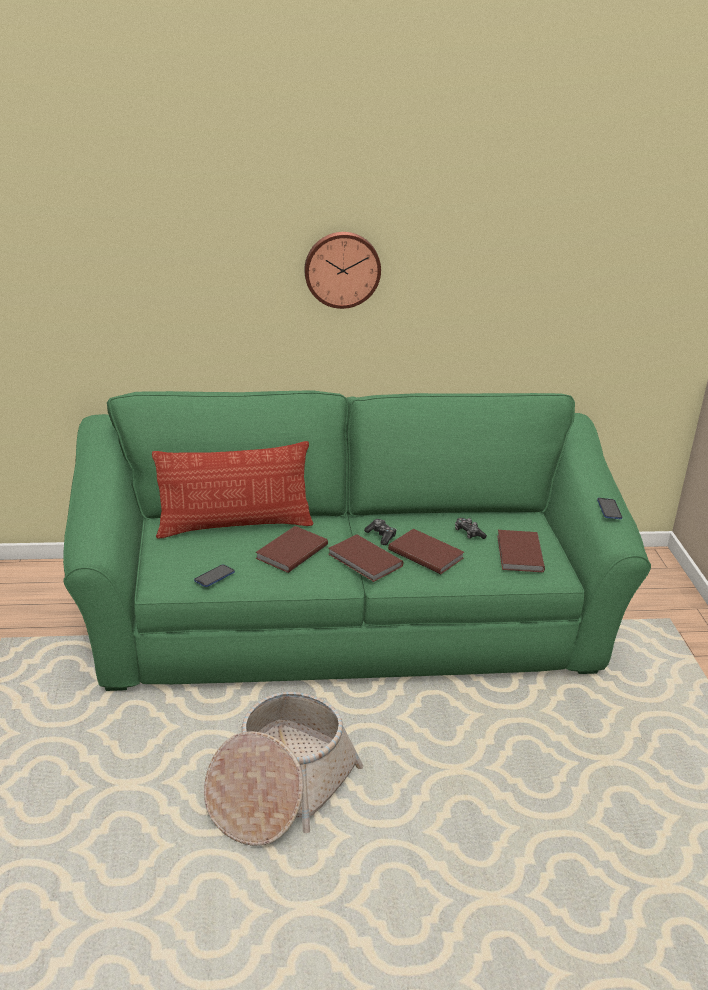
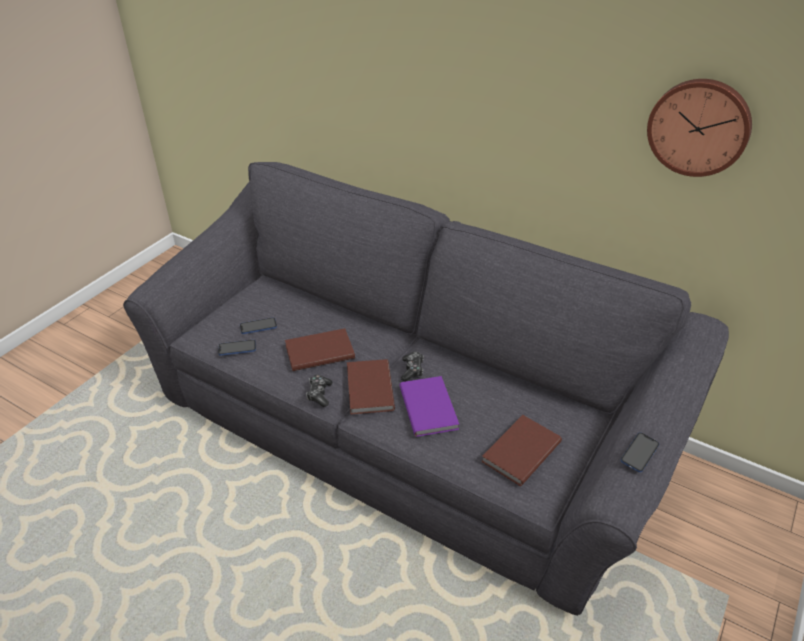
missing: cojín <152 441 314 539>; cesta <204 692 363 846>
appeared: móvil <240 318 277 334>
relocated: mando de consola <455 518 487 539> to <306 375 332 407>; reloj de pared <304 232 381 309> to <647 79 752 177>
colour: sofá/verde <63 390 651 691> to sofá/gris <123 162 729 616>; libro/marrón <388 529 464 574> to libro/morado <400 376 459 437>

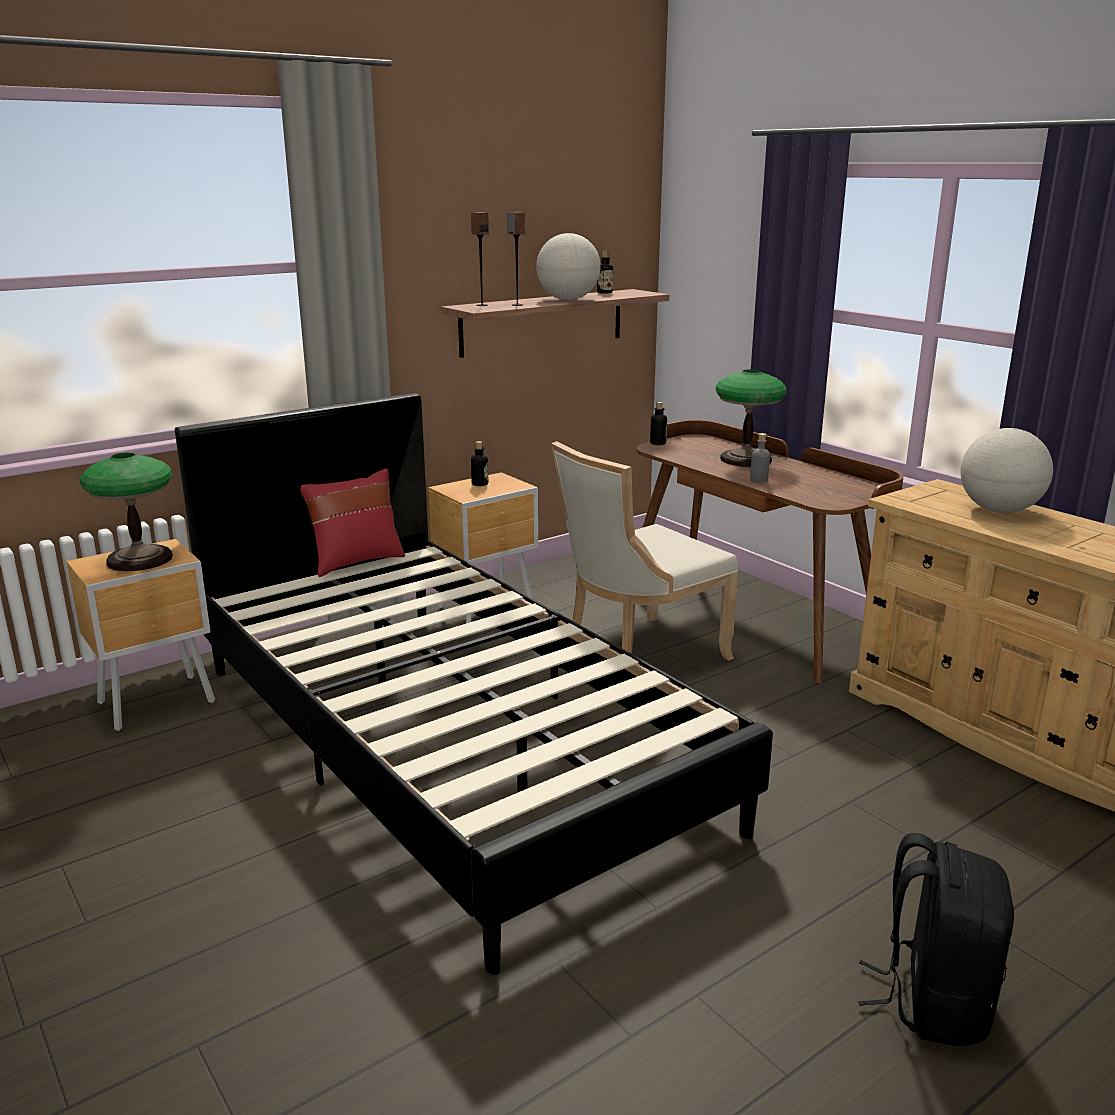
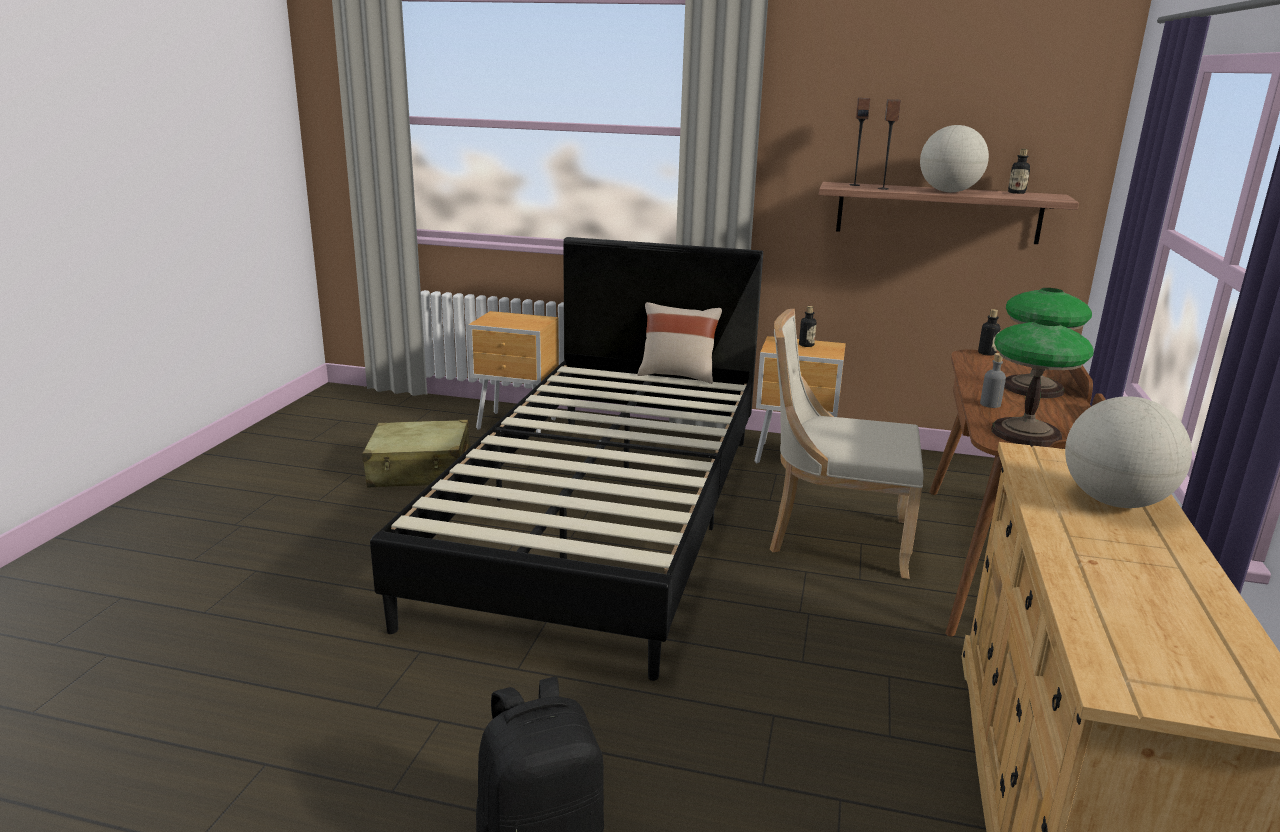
appeared: maleta/beis <362 420 470 488>
relocated: lámpara de mesa <80 453 173 571> to <991 320 1094 447>
colour: cojín/rojo <300 469 405 577> to cojín/beis <637 302 722 384>

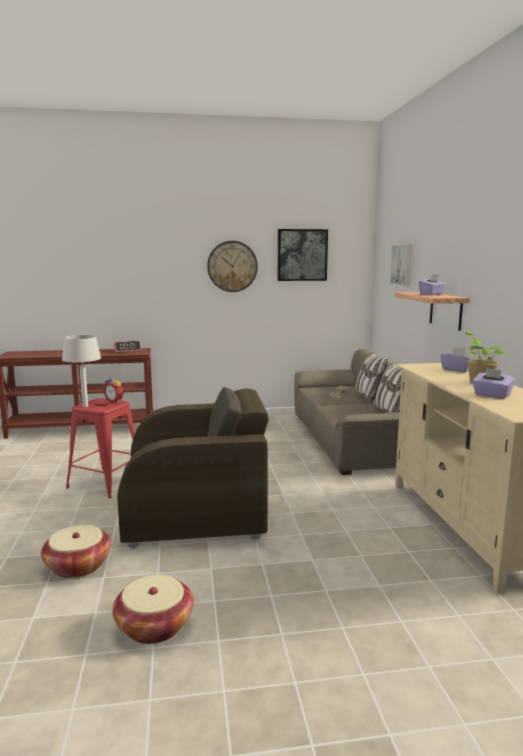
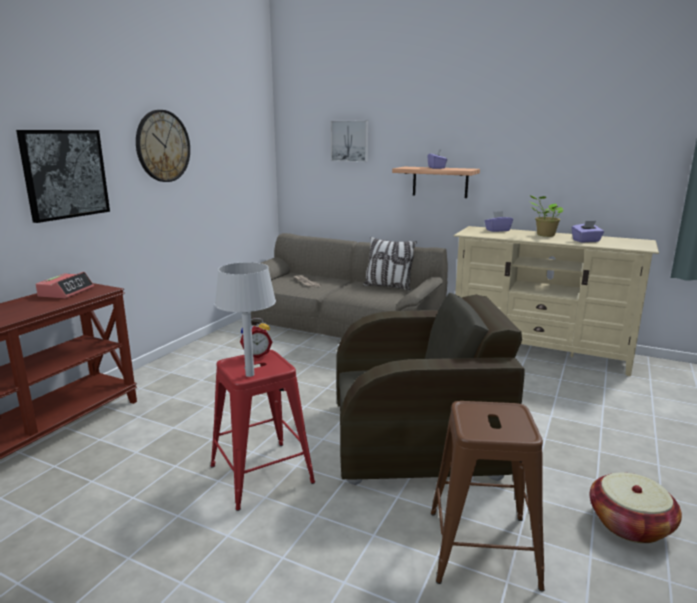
missing: cojín <355 351 388 403>
relocated: cuadro <278 229 328 281> to <16 130 110 223>
exchanged: cesta <41 525 111 578> to taburete/marrón <431 401 545 592>
spun: sillón/marrón <117 387 269 548> = <336 293 525 485> 60 degrees clockwise

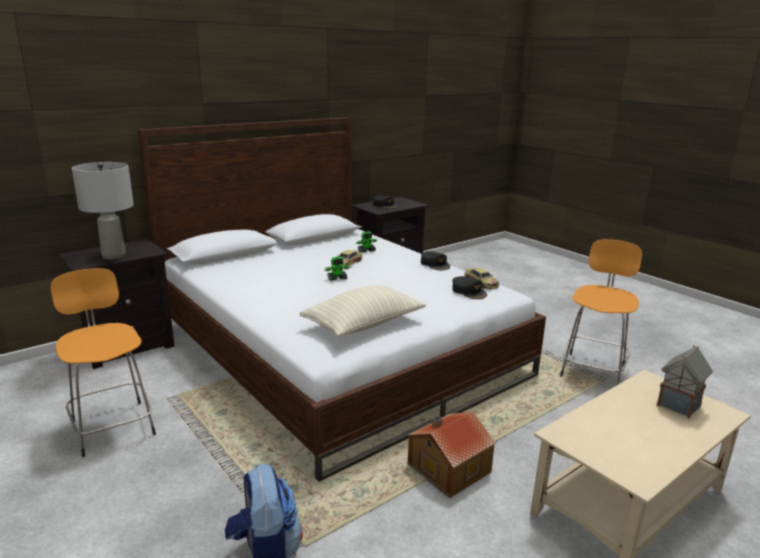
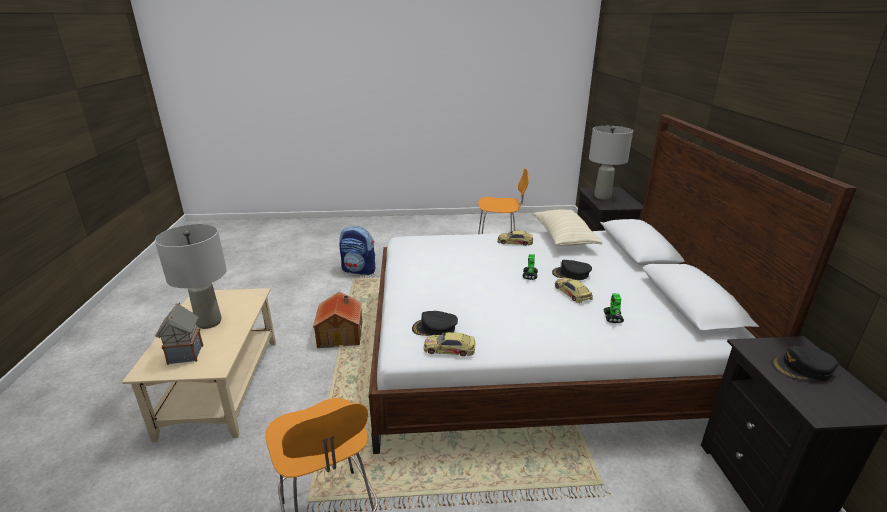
appeared: lámpara de mesa/gris <155 224 227 329>; coche de juguete <497 231 533 246>
relocated: cojín/beis <300 285 426 337> to <533 210 602 246>; gorra/negro <421 251 450 270> to <552 260 592 280>

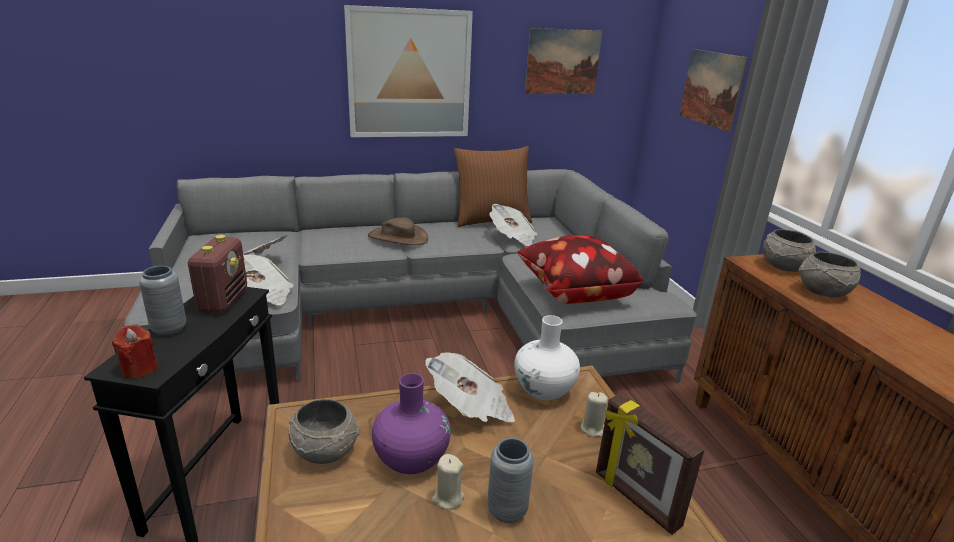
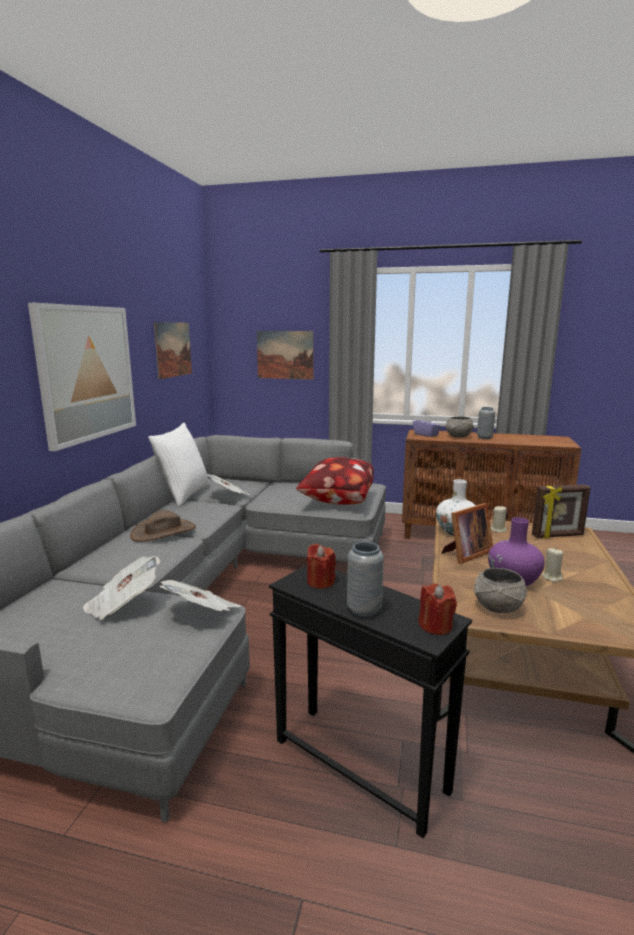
relocated: florero/gris <487 438 534 523> to <477 407 495 439>
exchanged: radio <187 235 247 314> to vela/rojo <307 544 336 589>; cuenco/gris <763 229 816 272> to caja de pañuelos/morado <413 415 441 437>; periódico <425 353 515 422> to portarretratos <441 503 493 564>
colour: cojín/marrón <454 146 532 227> to cojín/blanco <148 423 211 507>

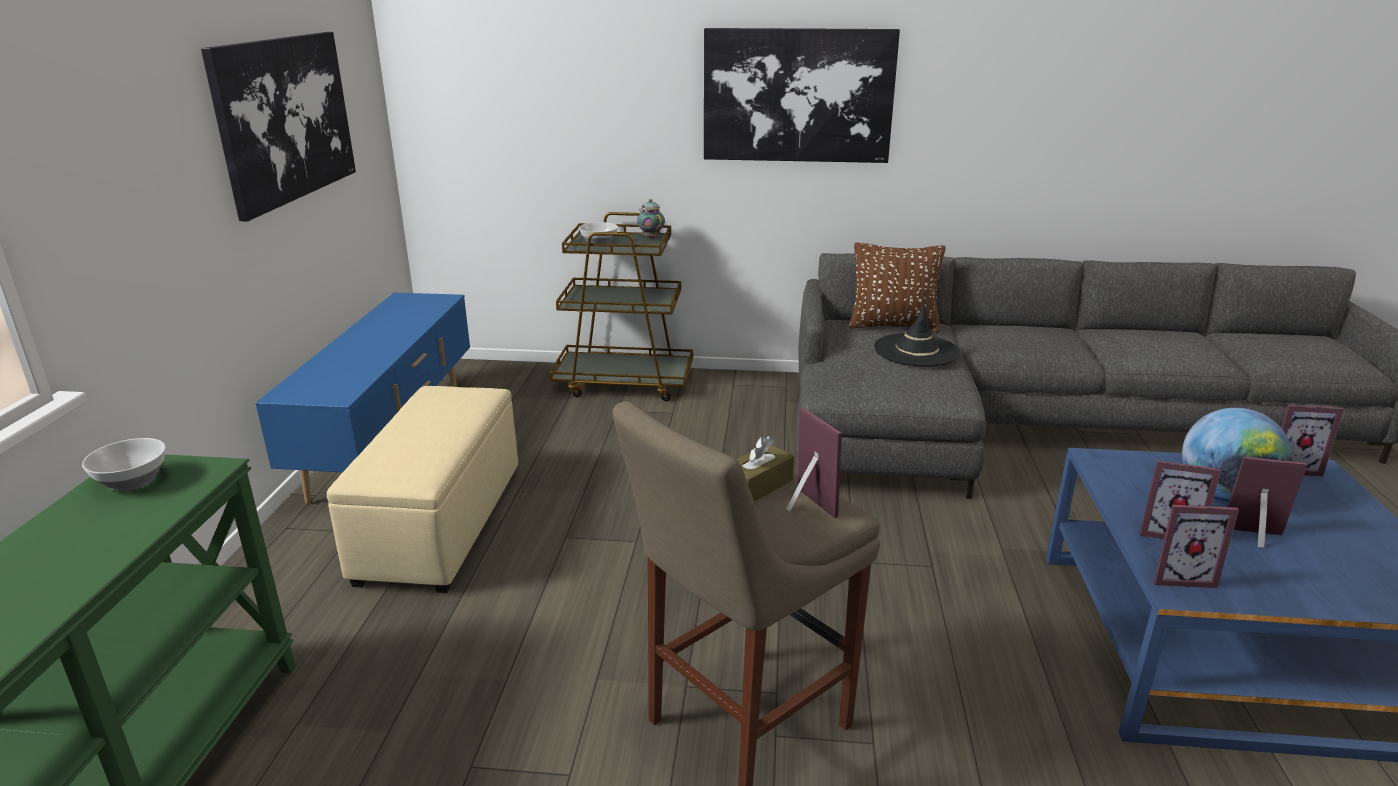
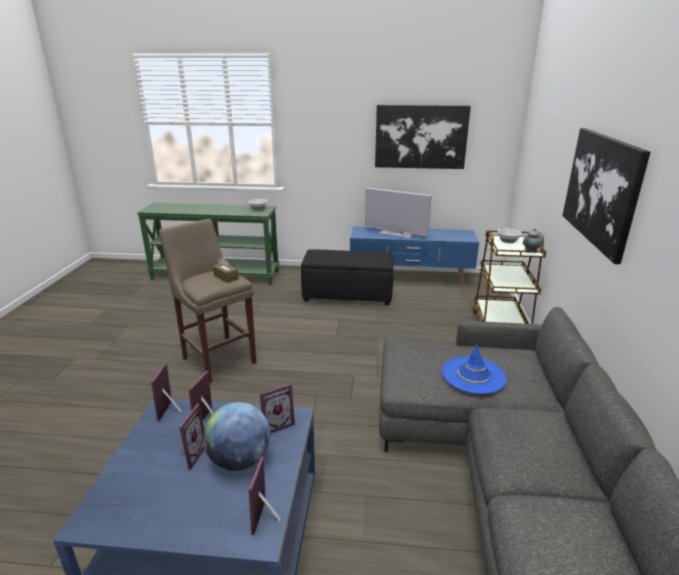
missing: cojín/marrón <849 242 945 333>
appeared: televisor <365 187 432 238>
relocated: portarretratos <786 407 842 518> to <260 384 295 434>
colour: puf/beis <327 386 518 593> to puf/negro <301 249 393 305>; sombrero/negro <874 304 960 367> to sombrero/azul <442 344 507 394>

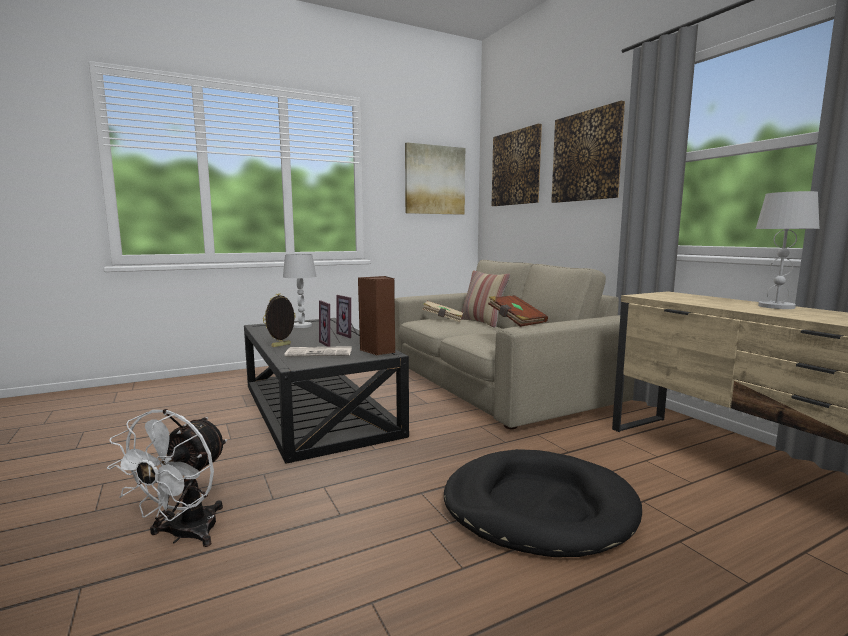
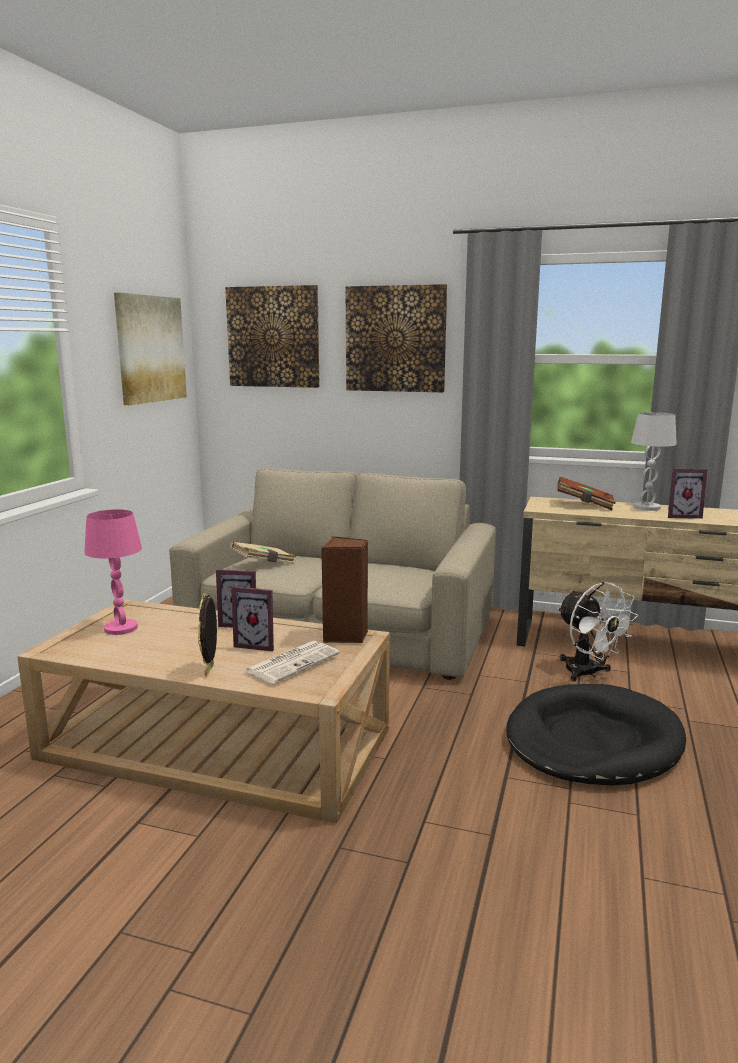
missing: cojín <461 270 510 328>
appeared: portarretratos <668 468 708 519>
relocated: ventilador/blanco <107 409 227 547> to <557 582 638 682>; libro/marrón <488 295 548 327> to <558 477 616 510>
colour: mesa de centro/negro <244 318 409 464> to mesa de centro/beis <17 599 390 823>; lámpara de mesa/blanco <283 254 316 328> to lámpara de mesa/rosa <84 509 142 635>

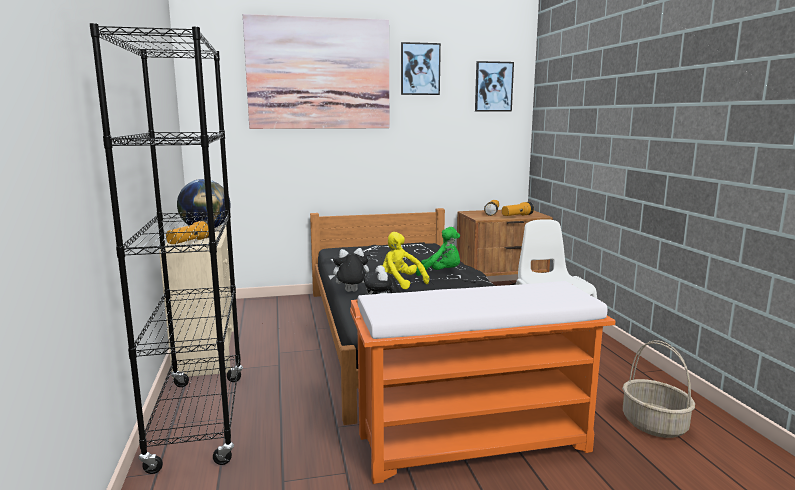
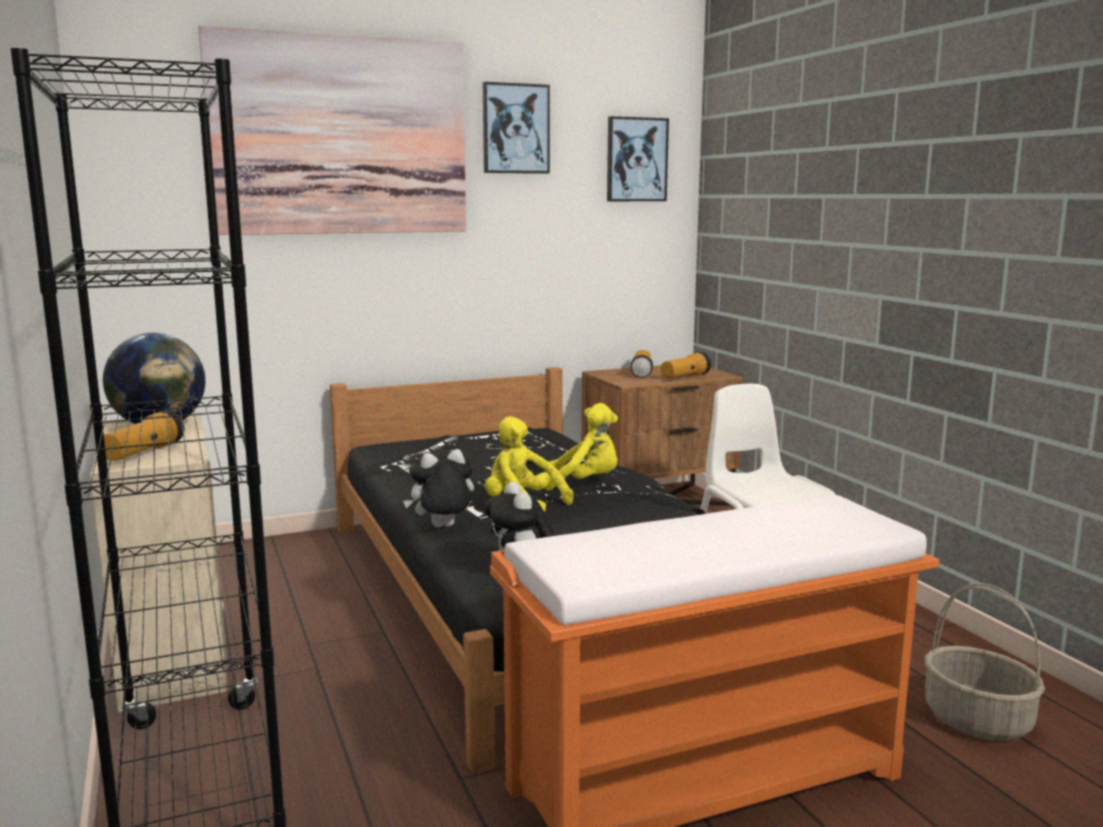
colour: peluche/verde <416 227 460 276> to peluche/amarillo <545 403 618 491>

